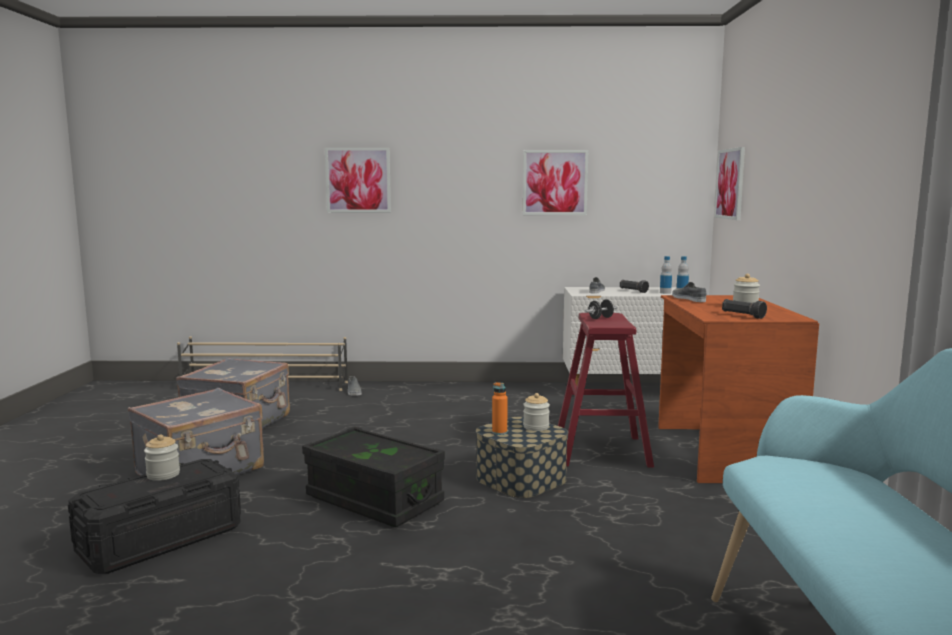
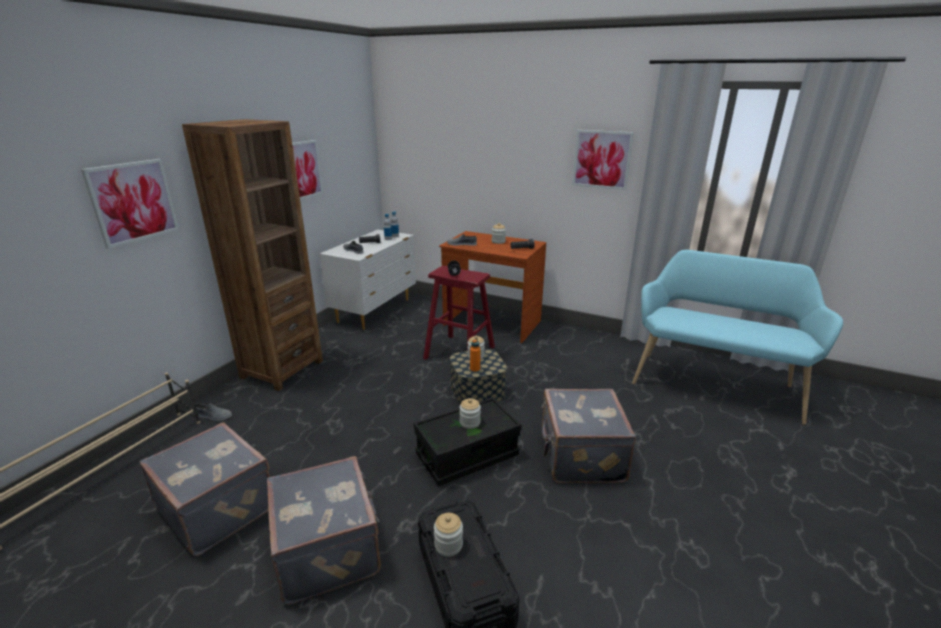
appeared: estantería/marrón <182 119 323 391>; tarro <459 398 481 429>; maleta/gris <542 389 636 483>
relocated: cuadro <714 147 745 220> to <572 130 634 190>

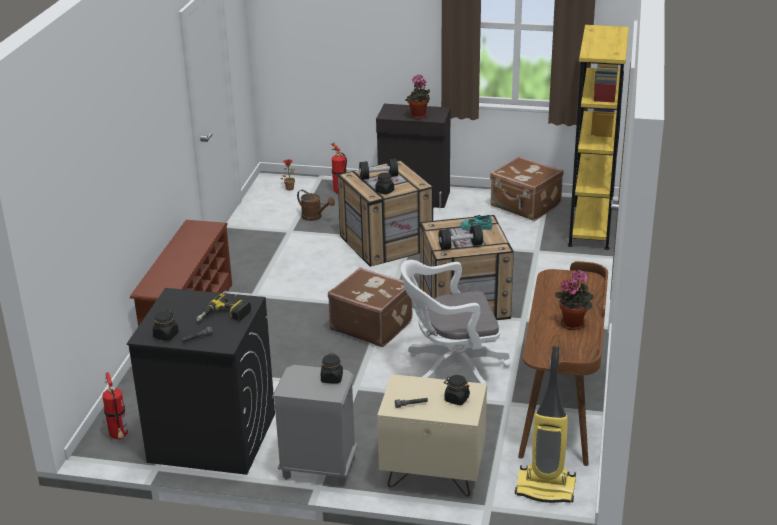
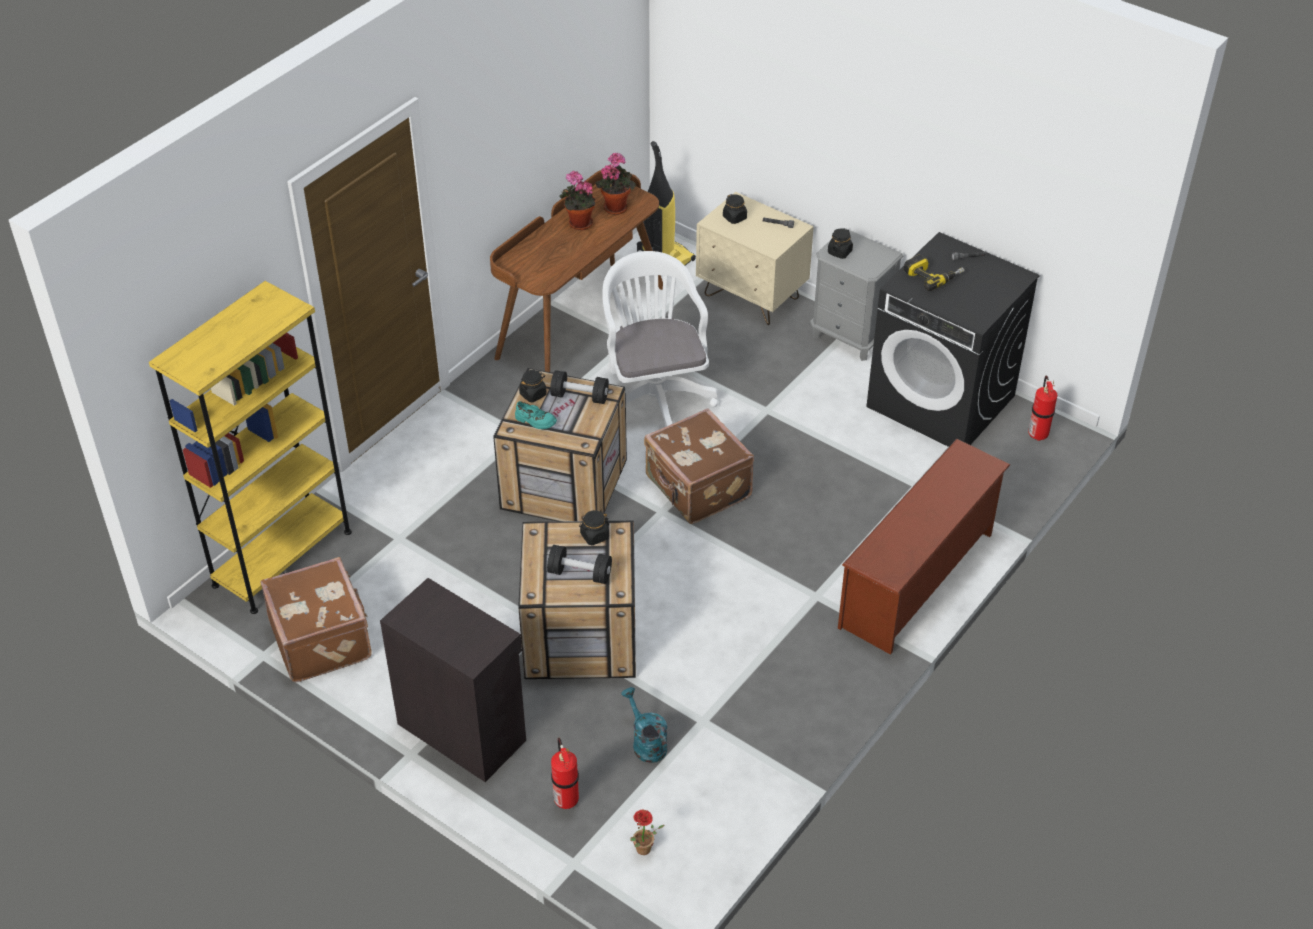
relocated: tarro/negro <153 310 179 341> to <519 370 547 402>; planta en maceta <405 74 430 119> to <595 153 636 215>
colour: regadera/marrón <297 190 335 221> to regadera/turquesa <621 687 667 763>
spun: silla de oficina/blanco <401 260 510 384> = <602 251 718 427> 120 degrees counterclockwise

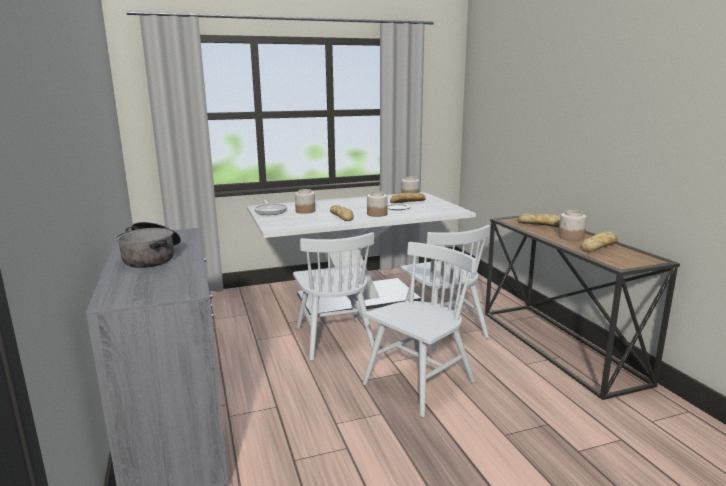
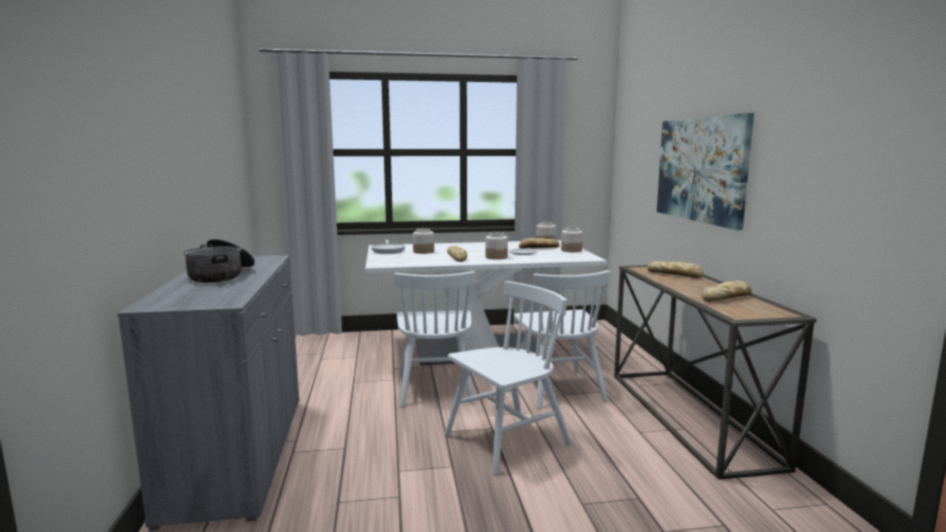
appeared: cuadro <657 113 754 230>
relocated: tarro <558 210 587 241> to <561 227 583 252>

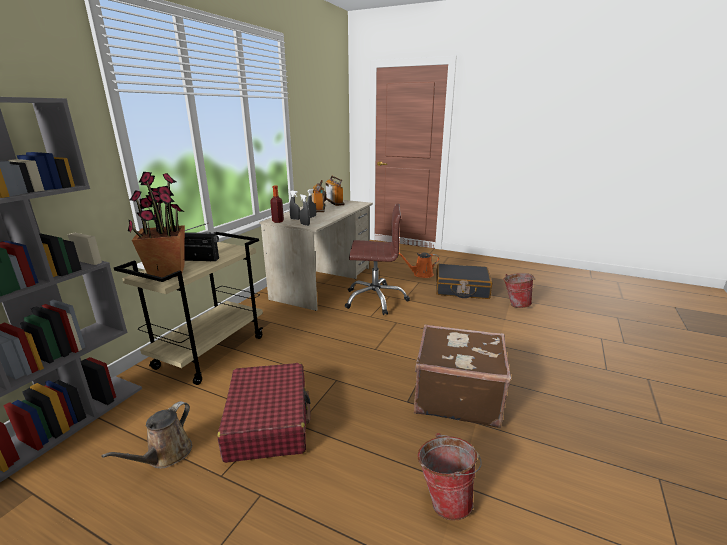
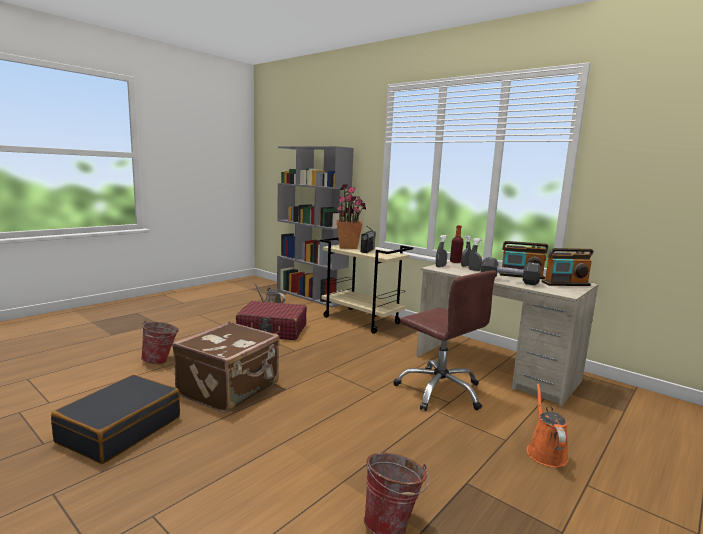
appeared: mancuerna/negro <480 257 541 285>
relocated: maleta/negro <436 264 492 299> to <51 375 180 464>
spun: silla de oficina/marrón <345 203 410 315> = <393 271 496 411> 60 degrees counterclockwise

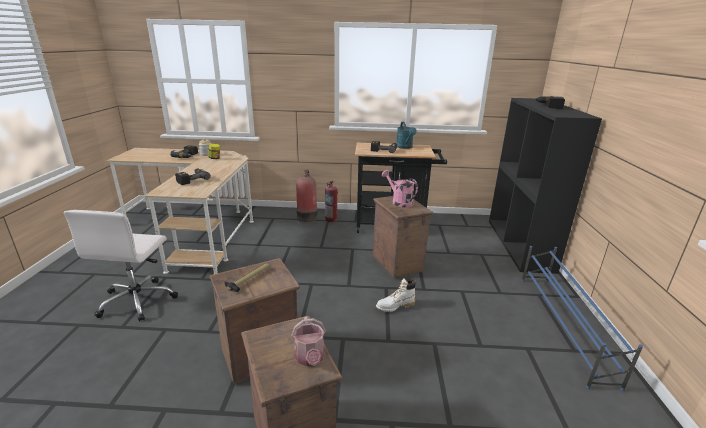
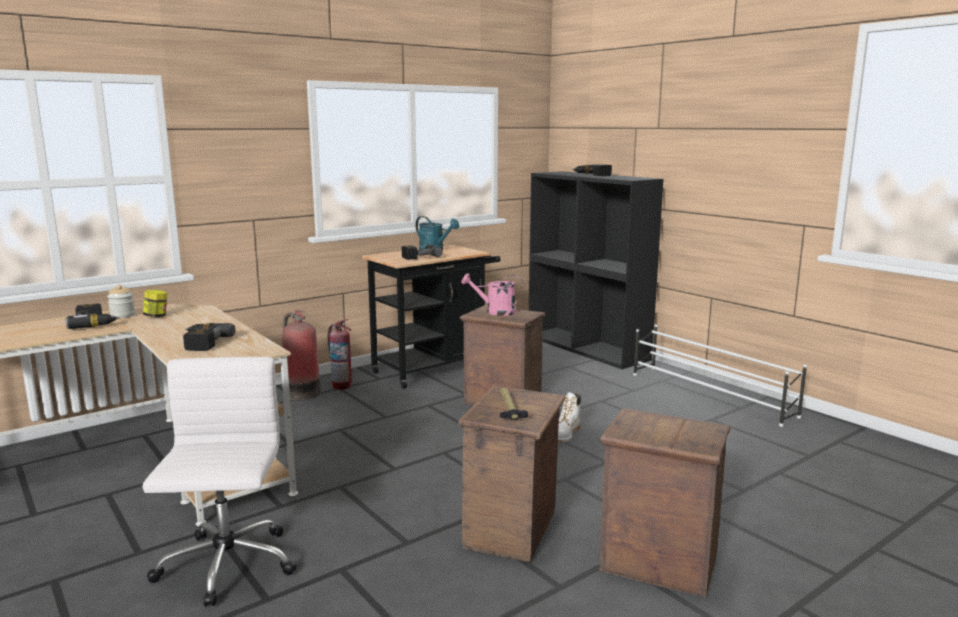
missing: regadera <291 317 326 366>
colour: zapatero/azul <522 246 643 391> to zapatero/blanco <633 325 807 427>
spun: silla de oficina/blanco <64 210 178 321> = <143 357 297 607> 150 degrees counterclockwise

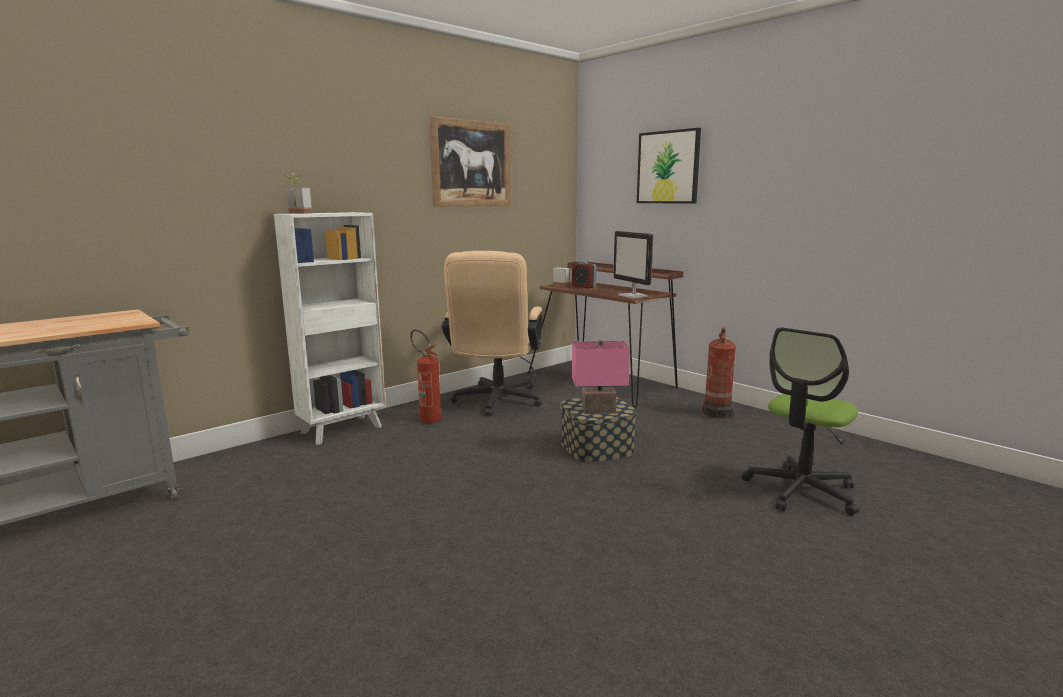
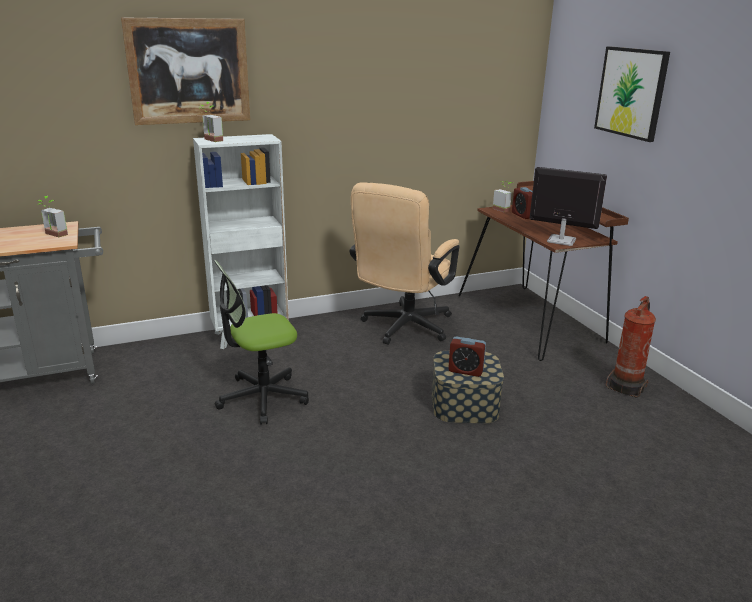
missing: extintor <410 329 441 423>
appeared: planta en maceta <37 196 68 237>
relocated: cuadro <429 116 511 207> to <121 18 250 125>; silla de oficina <742 327 859 515> to <214 260 309 425>
exchanged: lámpara de mesa/rosa <572 340 630 414> to despertador <448 337 486 377>
spun: monitor <613 231 653 298> = <530 167 607 246> 120 degrees clockwise

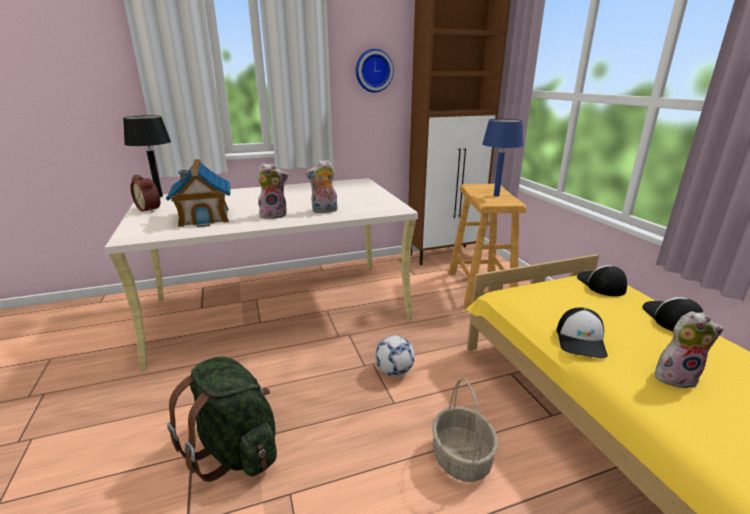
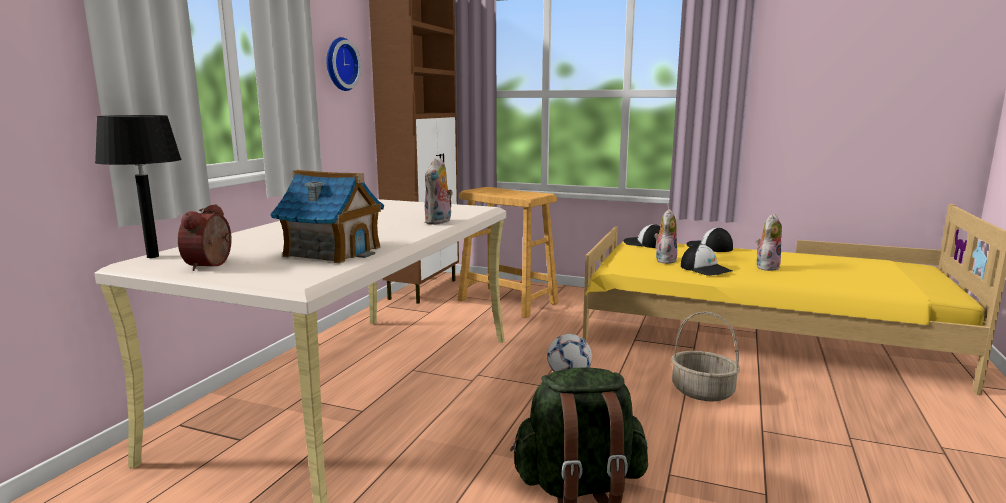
missing: lámpara de mesa/azul <482 119 523 196>
relocated: peluche <257 163 288 219> to <654 209 677 264>
spun: despertador <130 175 160 213> = <178 204 232 271> 105 degrees clockwise

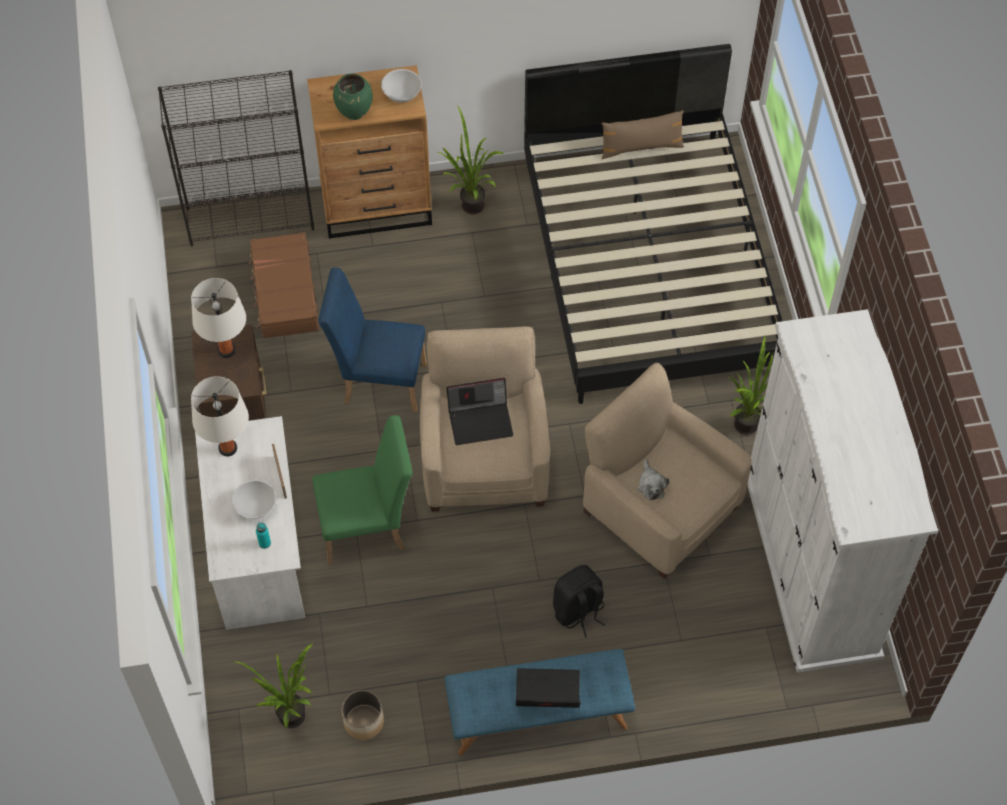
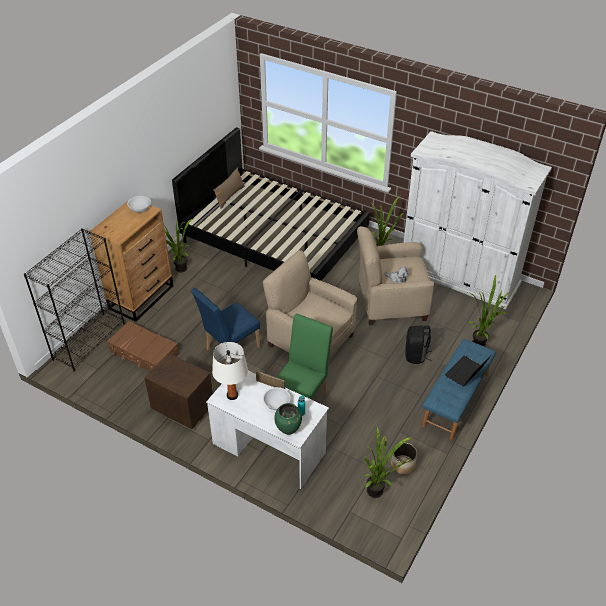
missing: lámpara de mesa/blanco <191 278 246 358>; portátil <447 378 513 445>
appeared: planta en maceta <468 275 508 347>
relocated: florero/verde <333 73 373 120> to <274 403 302 435>

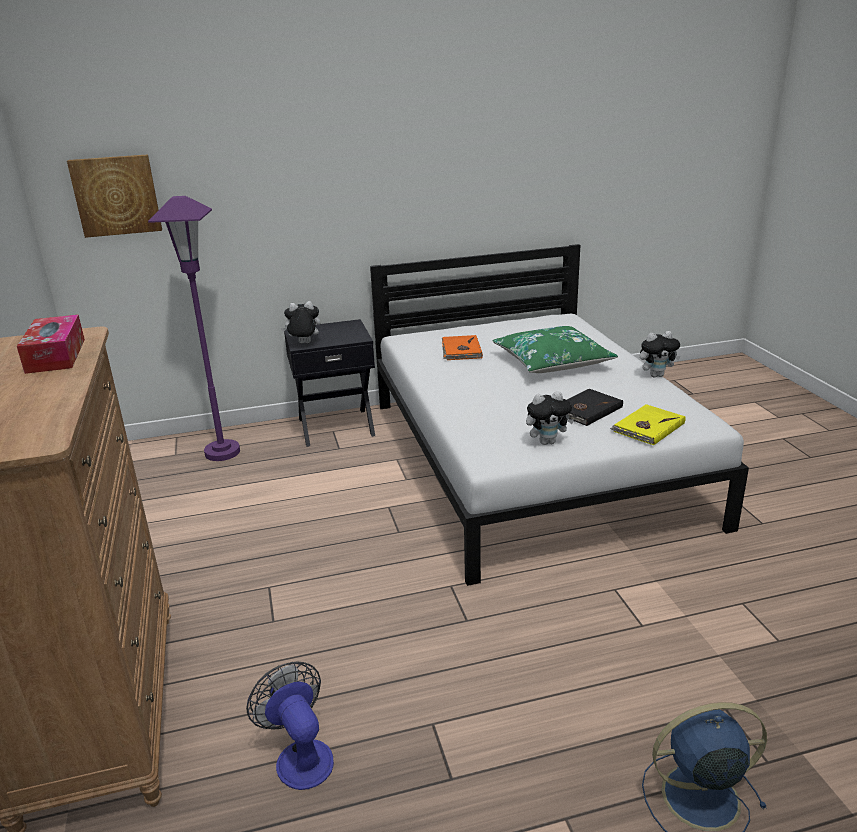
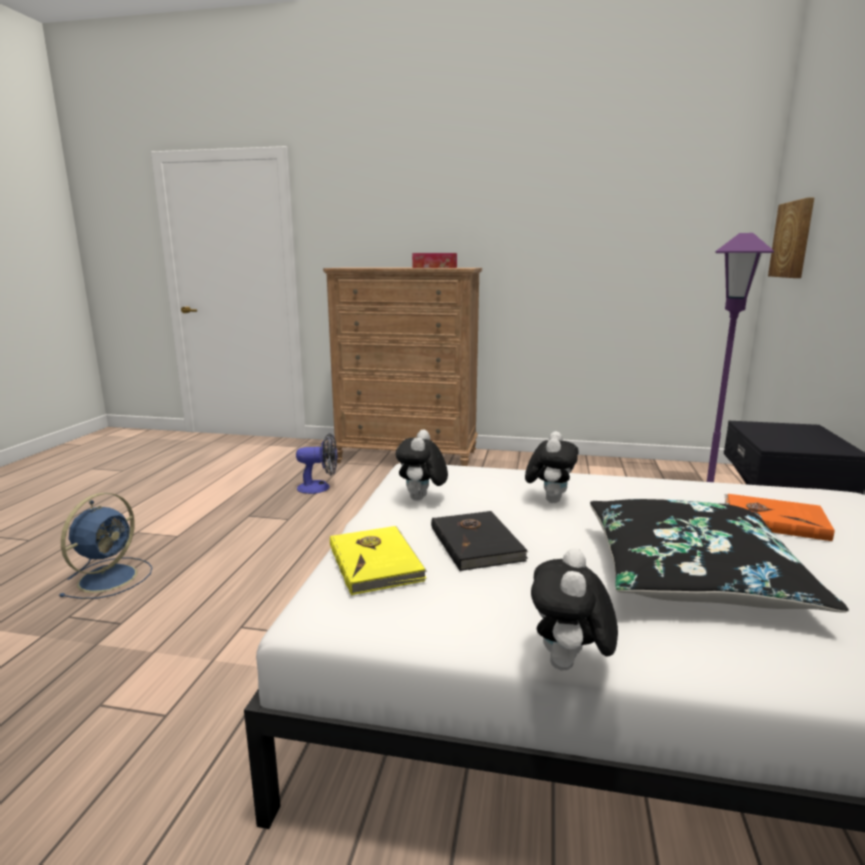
relocated: peluche <281 301 321 343> to <525 431 579 503>
colour: cojín/verde <493 326 618 373> to cojín/negro <590 499 849 613>

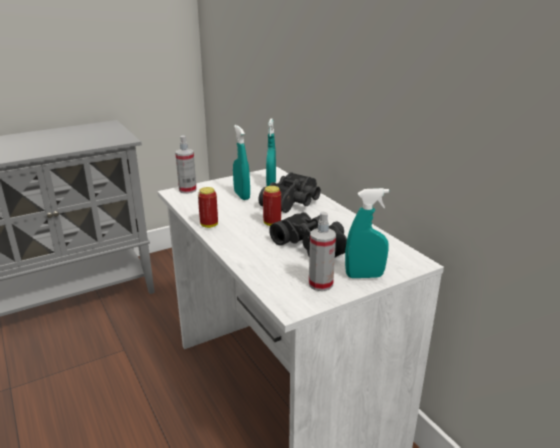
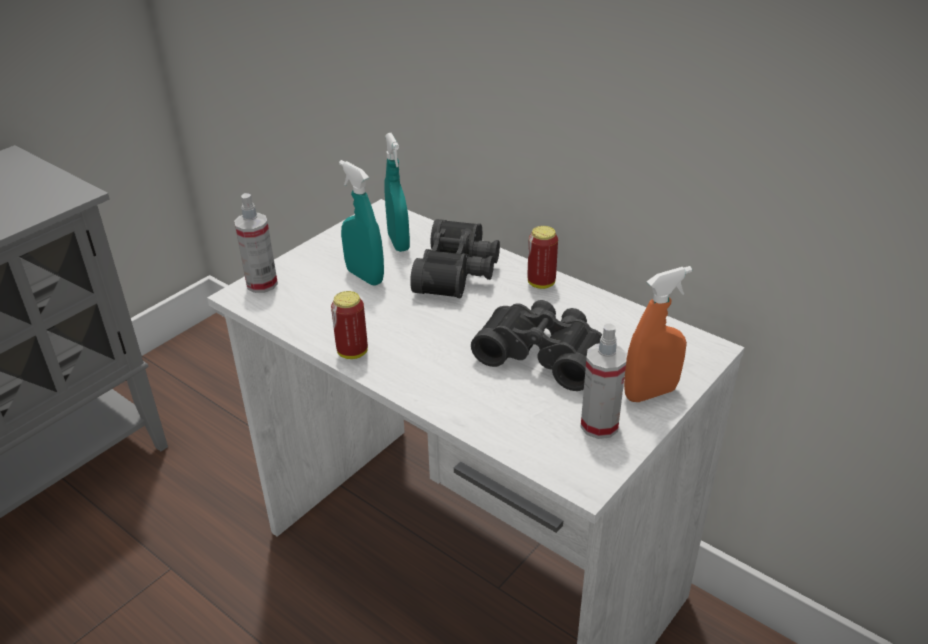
relocated: lata <263 186 281 226> to <528 226 558 289>
colour: pulverizador/turquesa <345 188 389 278> to pulverizador/naranja <624 266 692 402>

